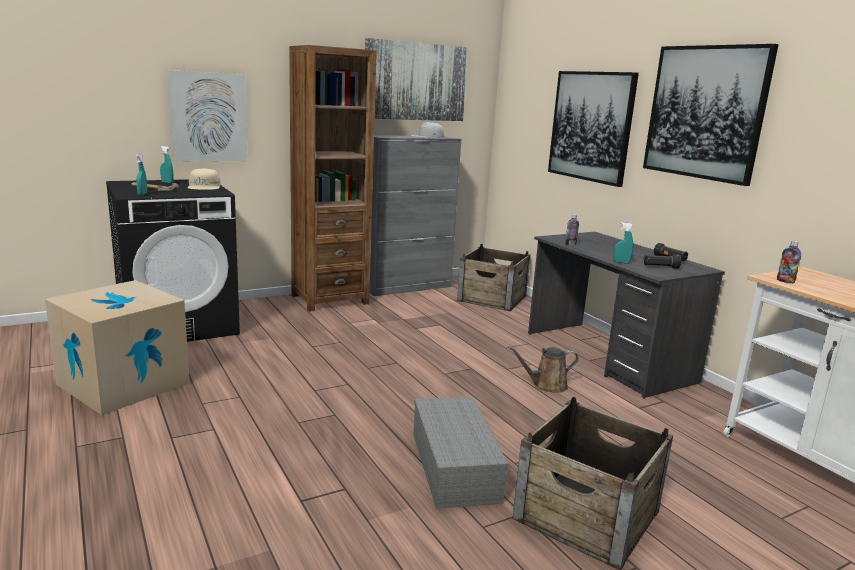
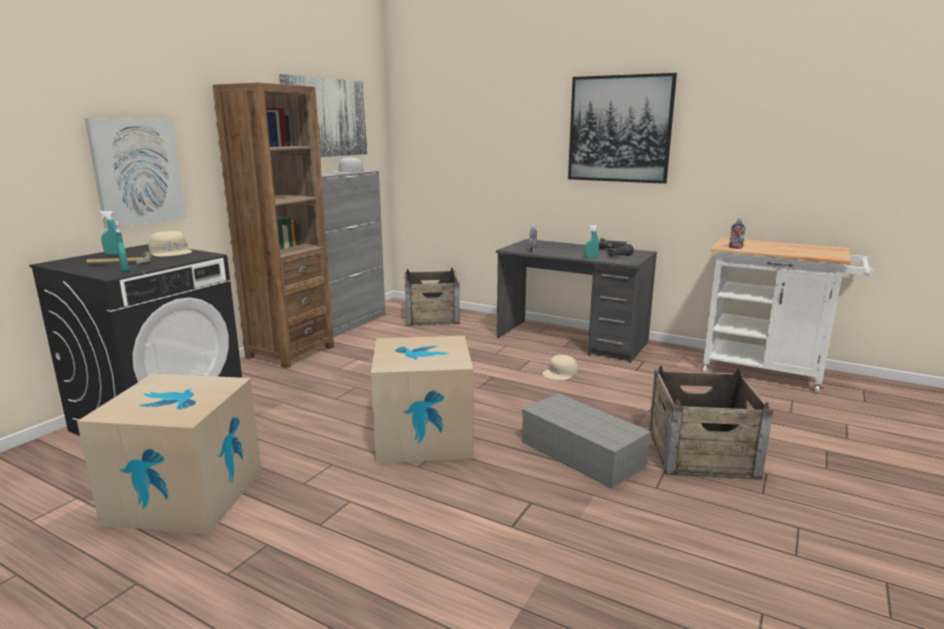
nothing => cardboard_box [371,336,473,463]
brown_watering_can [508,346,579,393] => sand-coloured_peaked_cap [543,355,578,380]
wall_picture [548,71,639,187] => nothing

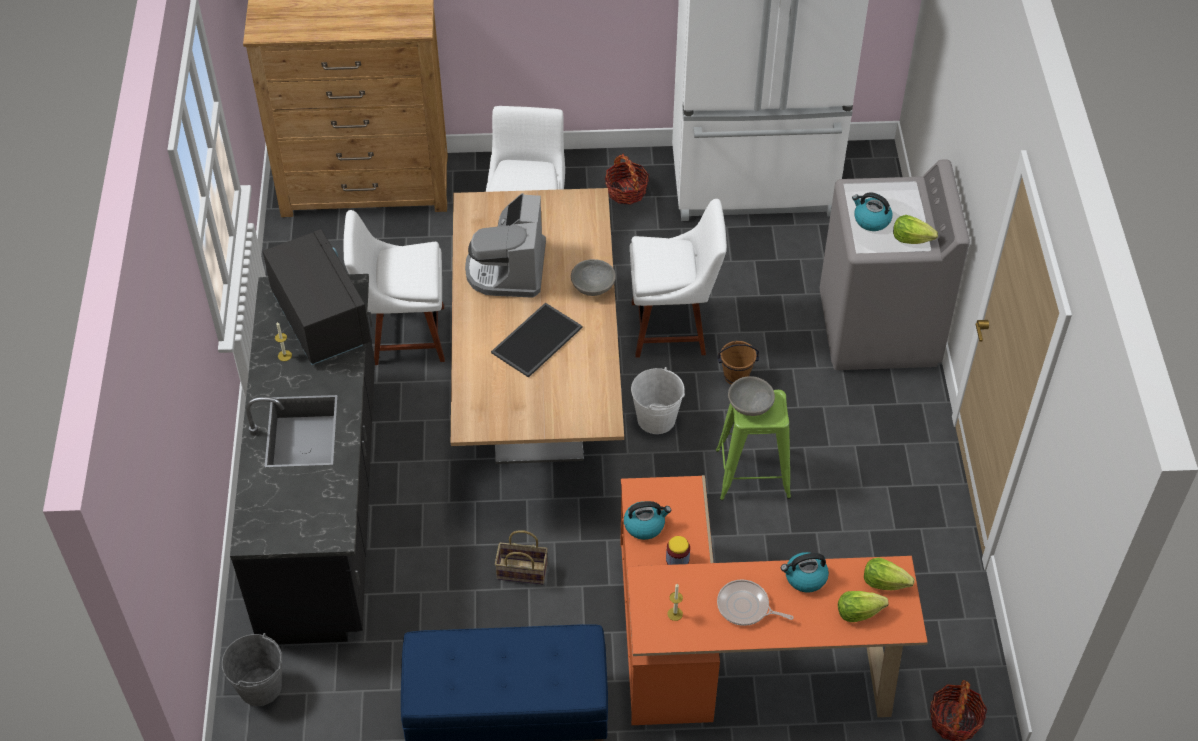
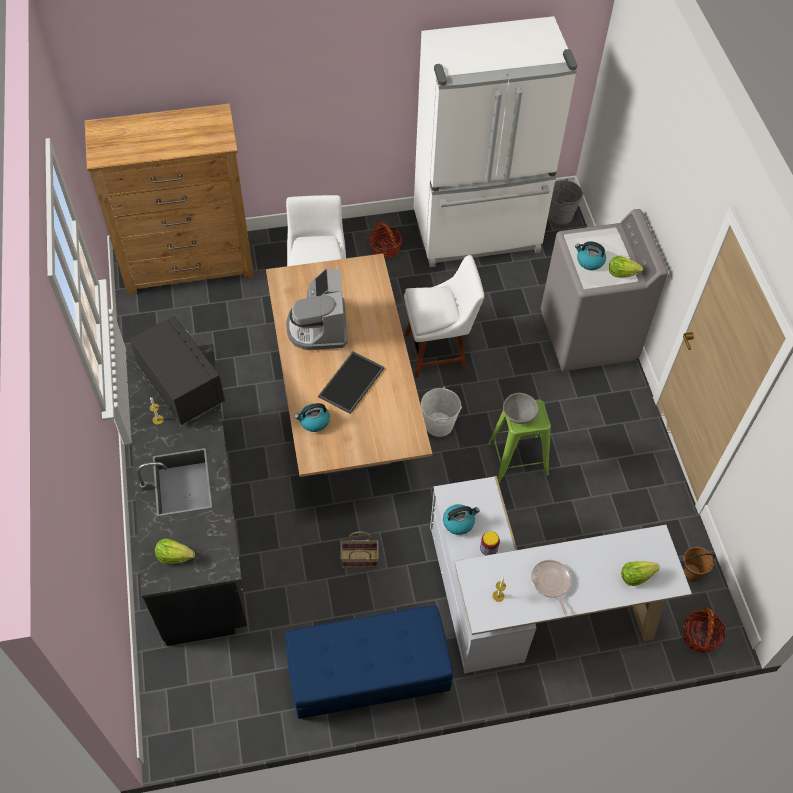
head_of_lettuce [864,557,914,590] => head_of_lettuce [155,538,195,564], relocated
tea_kettle [781,552,829,593] => tea_kettle [294,403,330,432], relocated
orange_desk [620,475,928,725] => white-coloured_desk [430,476,692,673]
skillet [717,579,794,626] => skillet [531,560,571,615], 60 degrees clockwise
gray_bucket [222,633,282,706] => gray_bucket [548,179,584,225], relocated
brown_bucket [718,341,759,385] => brown_bucket [680,547,715,582], relocated
white-coloured_chair [344,210,445,365] => nothing
gray_serving_bowl [571,259,616,296] => nothing

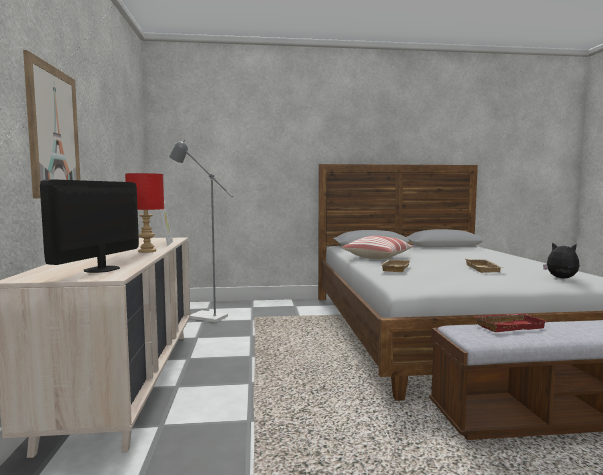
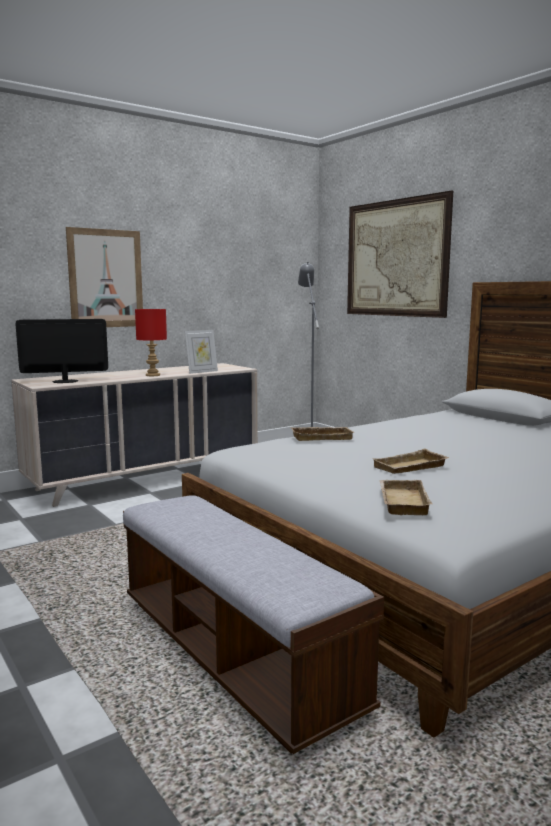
nothing => wall_picture [347,190,453,318]
soft_toy [543,242,579,278] => sand-coloured_carrying_tray [379,480,433,515]
cushion [342,236,414,259] => nothing
red_carrying_tray [474,313,546,332] => nothing

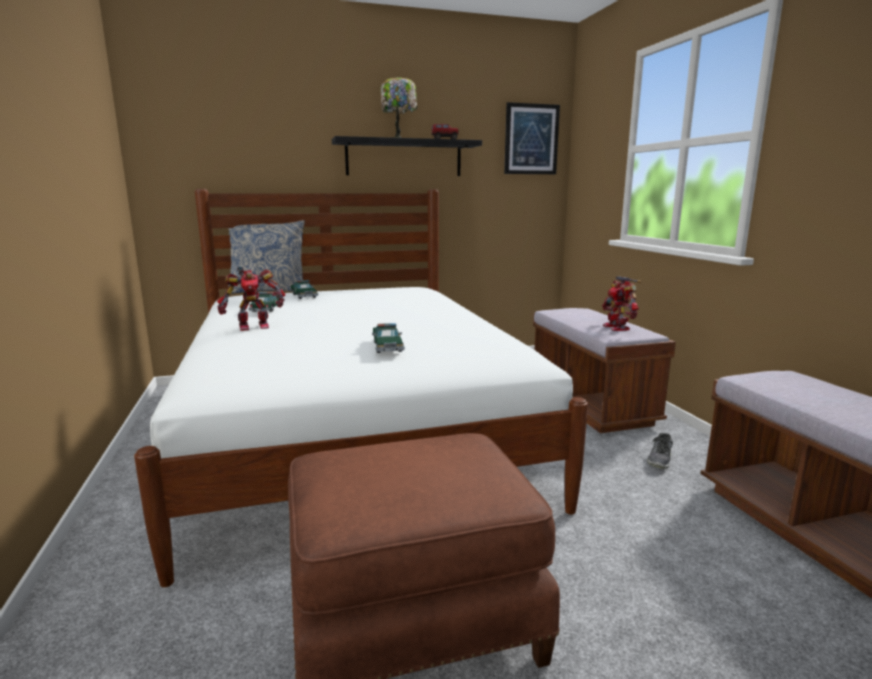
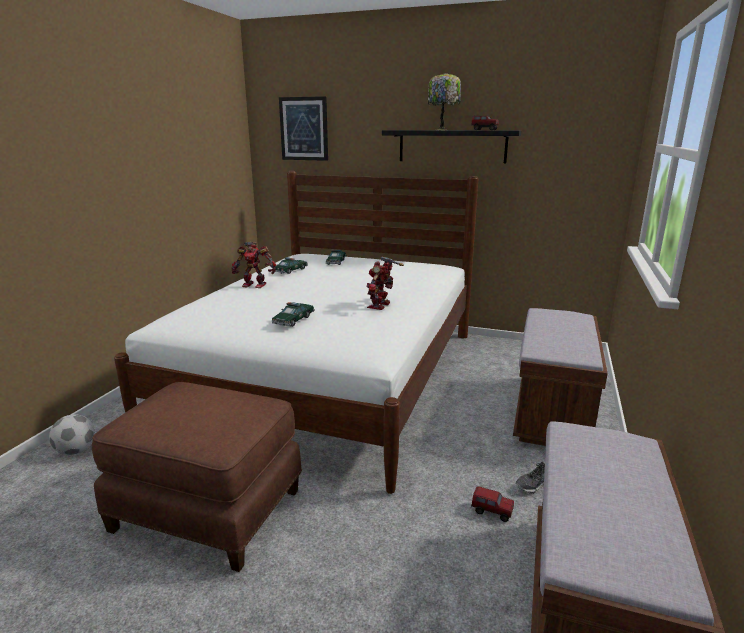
nothing => football_ball [49,414,95,455]
wall_picture [504,102,560,174] => wall_picture [279,96,328,161], relocated
toy_robot [602,276,642,331] => toy_robot [367,256,404,310], relocated
nothing => model_truck [471,486,514,522]
cushion [228,220,305,294] => nothing

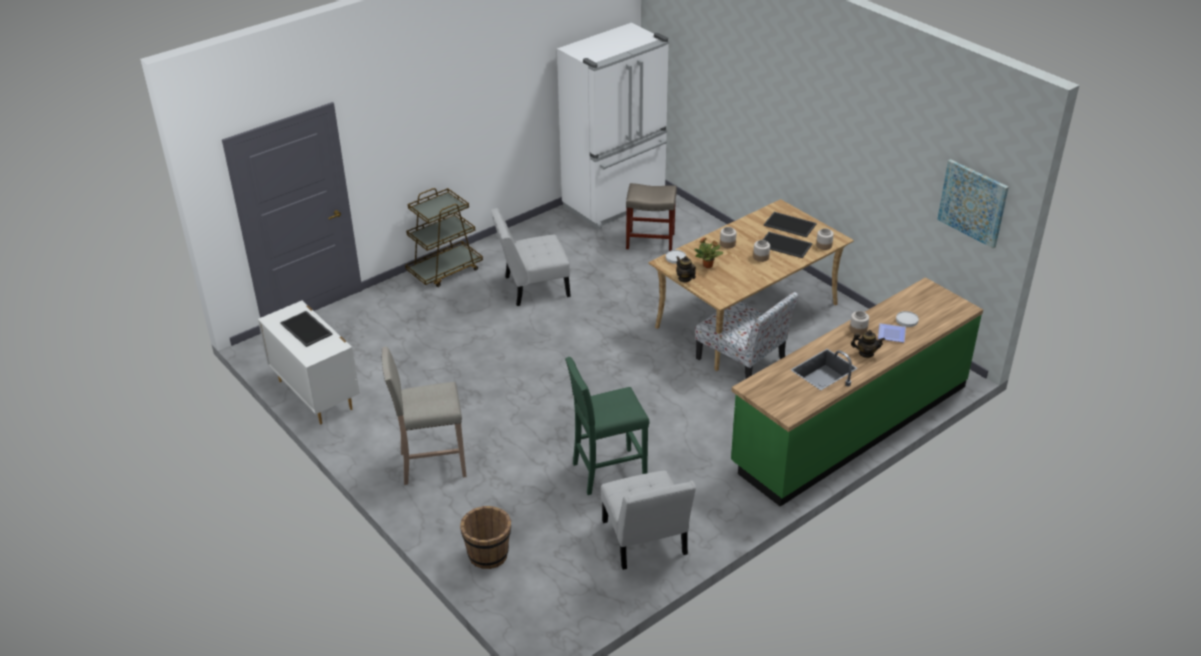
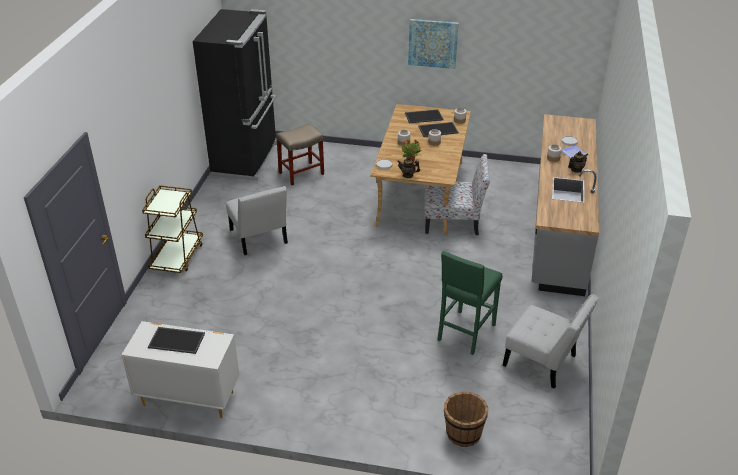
white-coloured_fridge [557,23,669,230] => black-coloured_fridge [193,9,277,181]
white-coloured_chair [491,208,571,306] => white-coloured_chair [226,186,288,255], 60 degrees counterclockwise
wall_picture [937,159,1009,248] => wall_picture [408,19,458,69], relocated
green-coloured_kitchen_base_unit [731,277,983,507] => gray_kitchen_base_unit [531,114,599,296]
sand-coloured_sitting_stool [382,346,467,485] => nothing

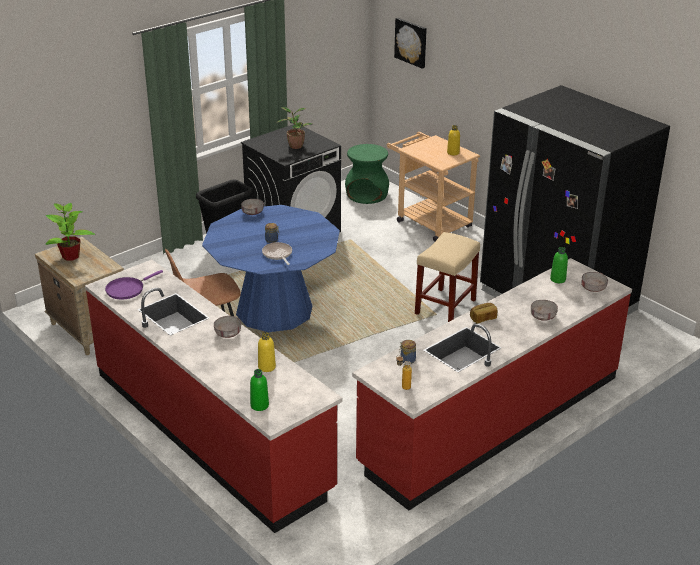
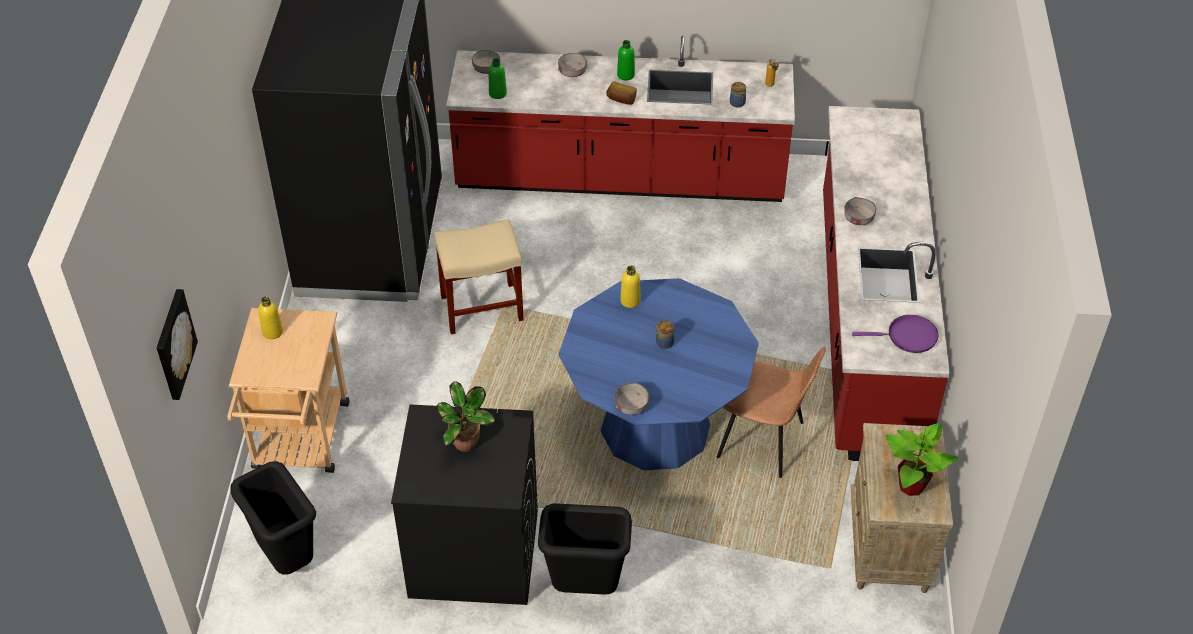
green-coloured_sitting_stool [345,144,389,204] => black-coloured_waste_bin [230,461,316,575]
green-coloured_drink_bottle [250,369,269,411] => green-coloured_drink_bottle [617,40,635,80], relocated
yellow-coloured_drink_bottle [258,332,276,372] => yellow-coloured_drink_bottle [620,266,640,308], relocated
skillet [262,242,292,265] => nothing

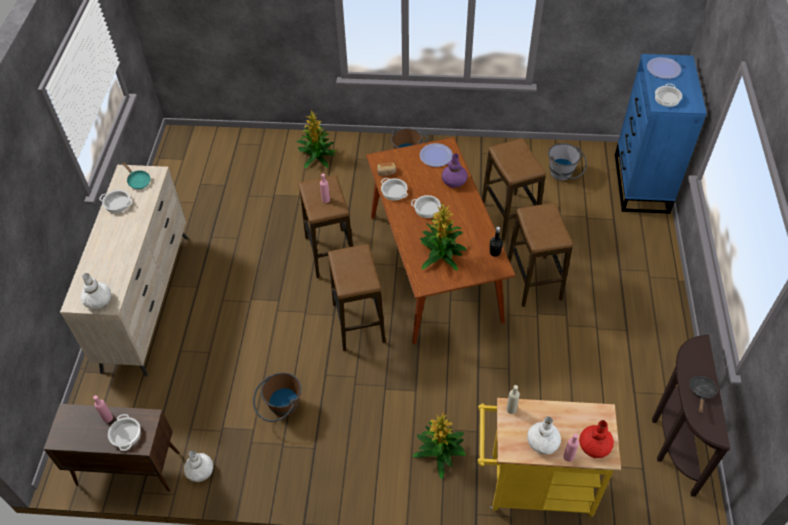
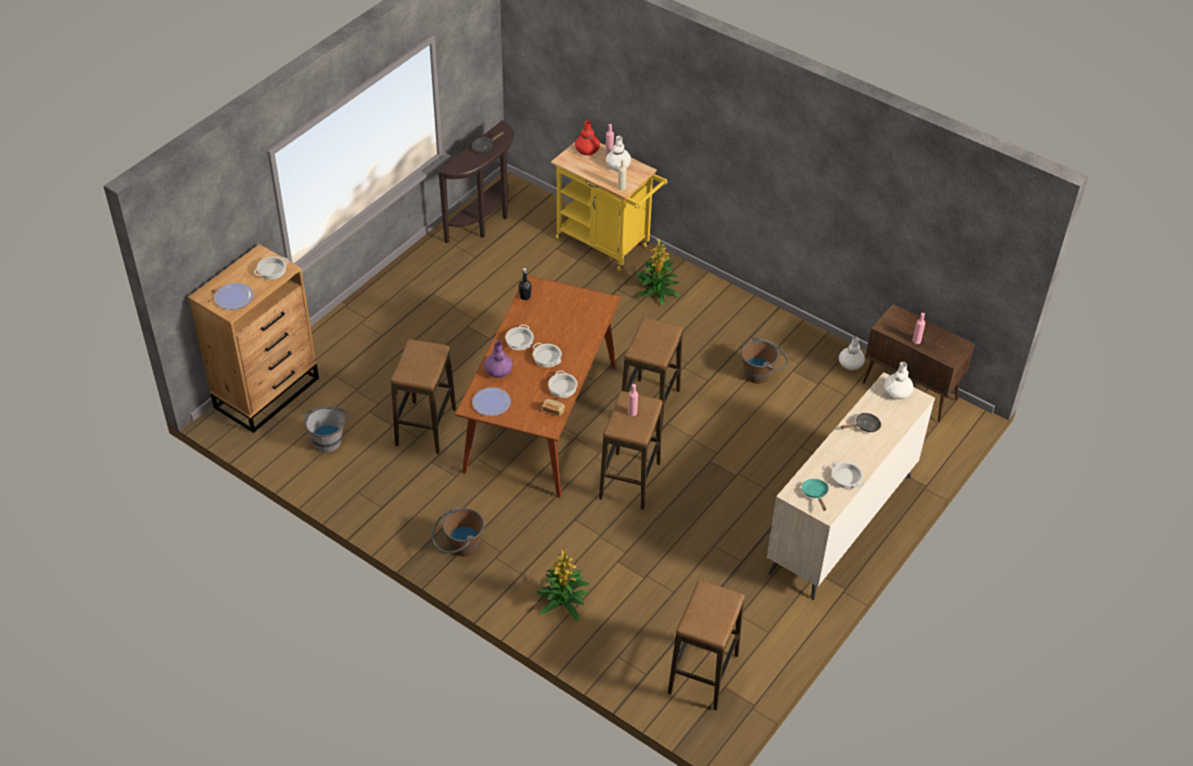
bluish_dresser [615,54,707,214] => brown_dresser [188,244,319,433]
stockpot [108,414,141,451] => stockpot [505,324,534,350], relocated
sitting_stool [508,203,573,307] => sitting_stool [668,580,745,710], relocated
nothing => black-coloured_skillet [841,413,881,432]
potted_plant [420,203,467,271] => nothing

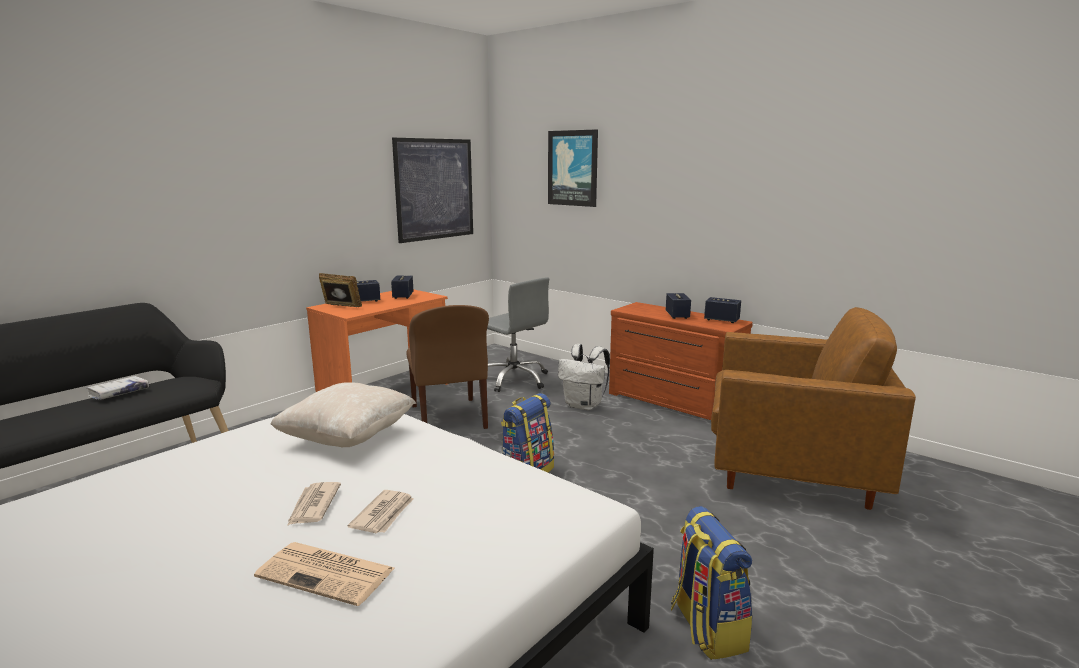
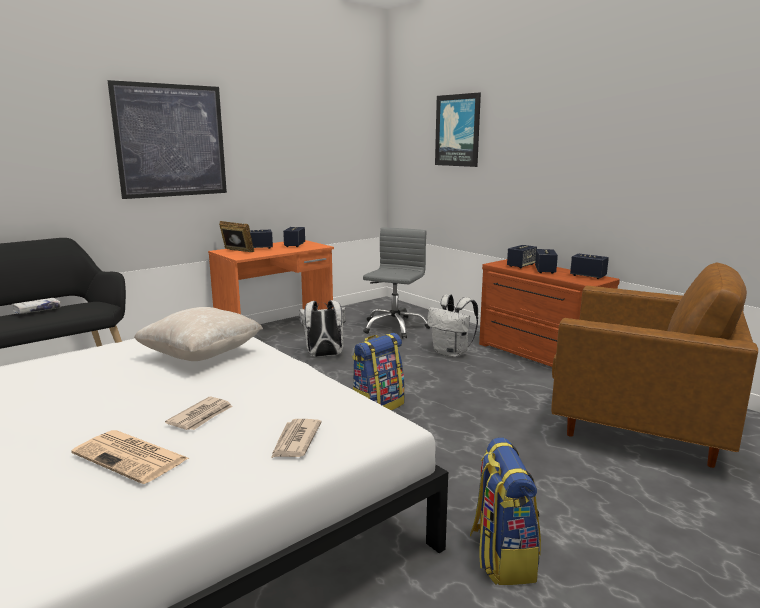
wall_picture [392,138,473,243] => wall_picture [107,80,227,199], relocated
printed_paper [287,482,341,526] => printed_paper [271,419,322,458], relocated
brown_chair [406,305,489,429] => white-coloured_rucksack [299,300,345,357]
gray_office_chair [487,277,549,392] => gray_office_chair [363,228,430,339], 120 degrees counterclockwise
nothing => speaker [507,245,537,268]

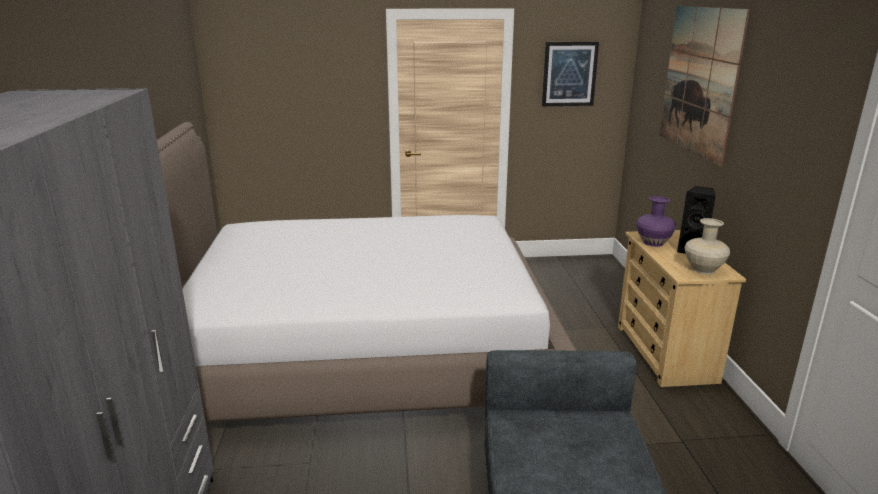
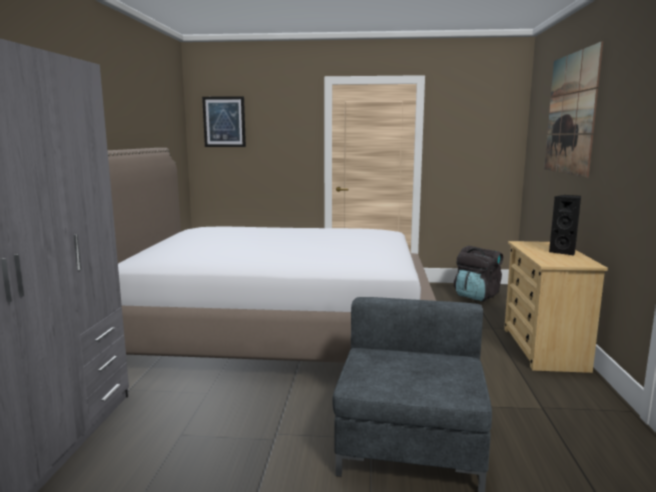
wall_picture [542,41,599,106] => wall_picture [202,96,246,147], relocated
nothing => black-coloured_rucksack [454,246,503,302]
purple-coloured_vase [636,196,676,247] => nothing
sand-coloured_vase [685,218,730,274] => nothing

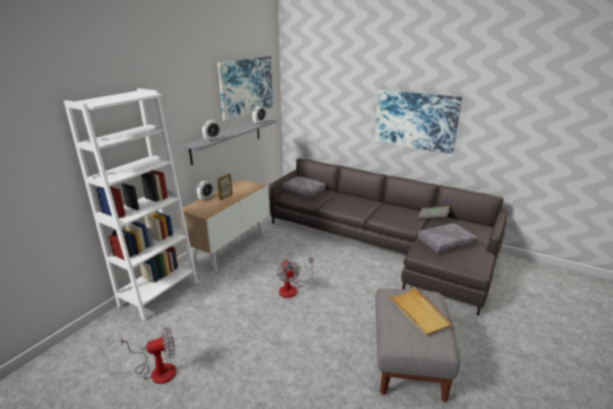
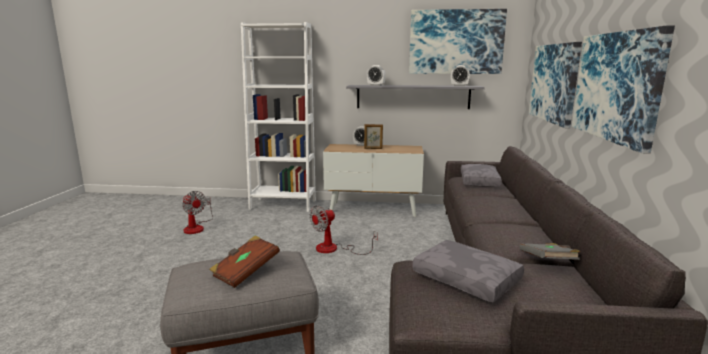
sand-coloured_carrying_tray [387,287,452,337] => brown_bound_book [209,236,280,288]
nothing => wall_picture [529,42,582,128]

